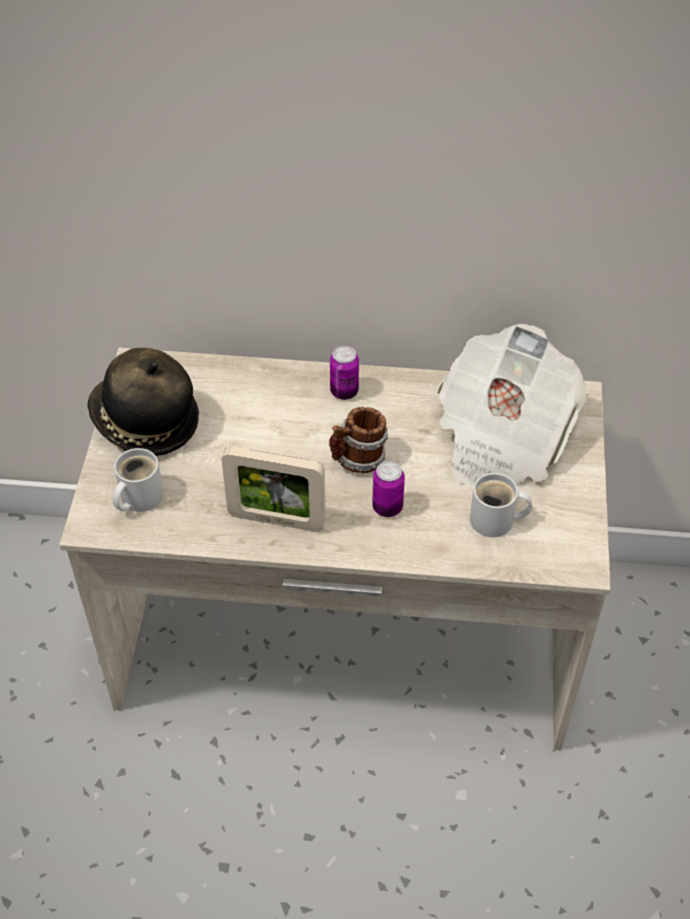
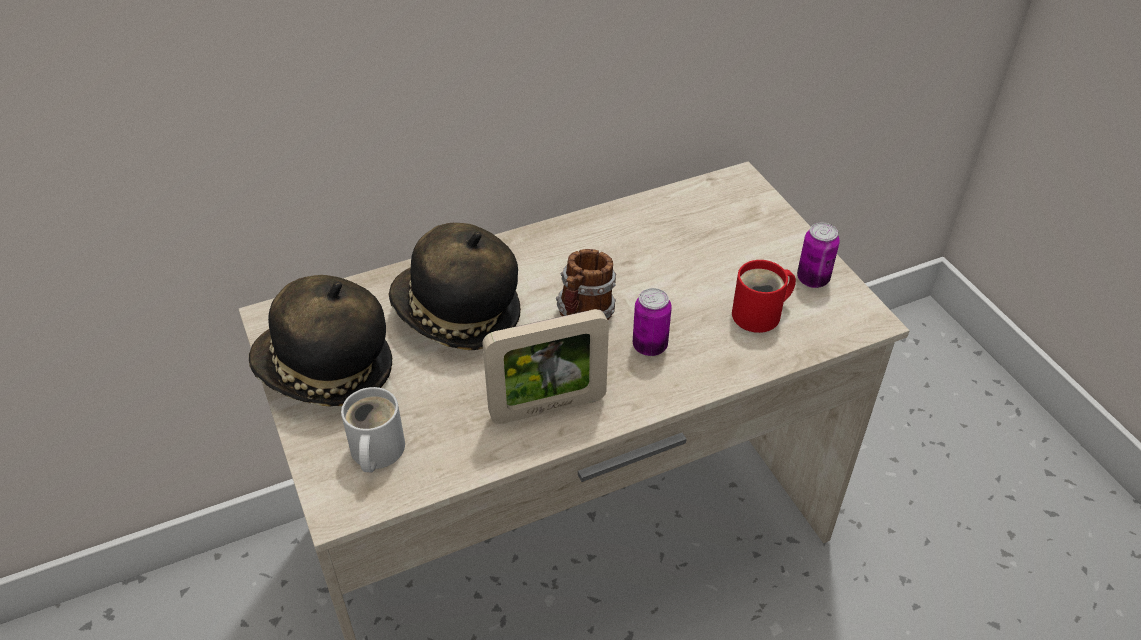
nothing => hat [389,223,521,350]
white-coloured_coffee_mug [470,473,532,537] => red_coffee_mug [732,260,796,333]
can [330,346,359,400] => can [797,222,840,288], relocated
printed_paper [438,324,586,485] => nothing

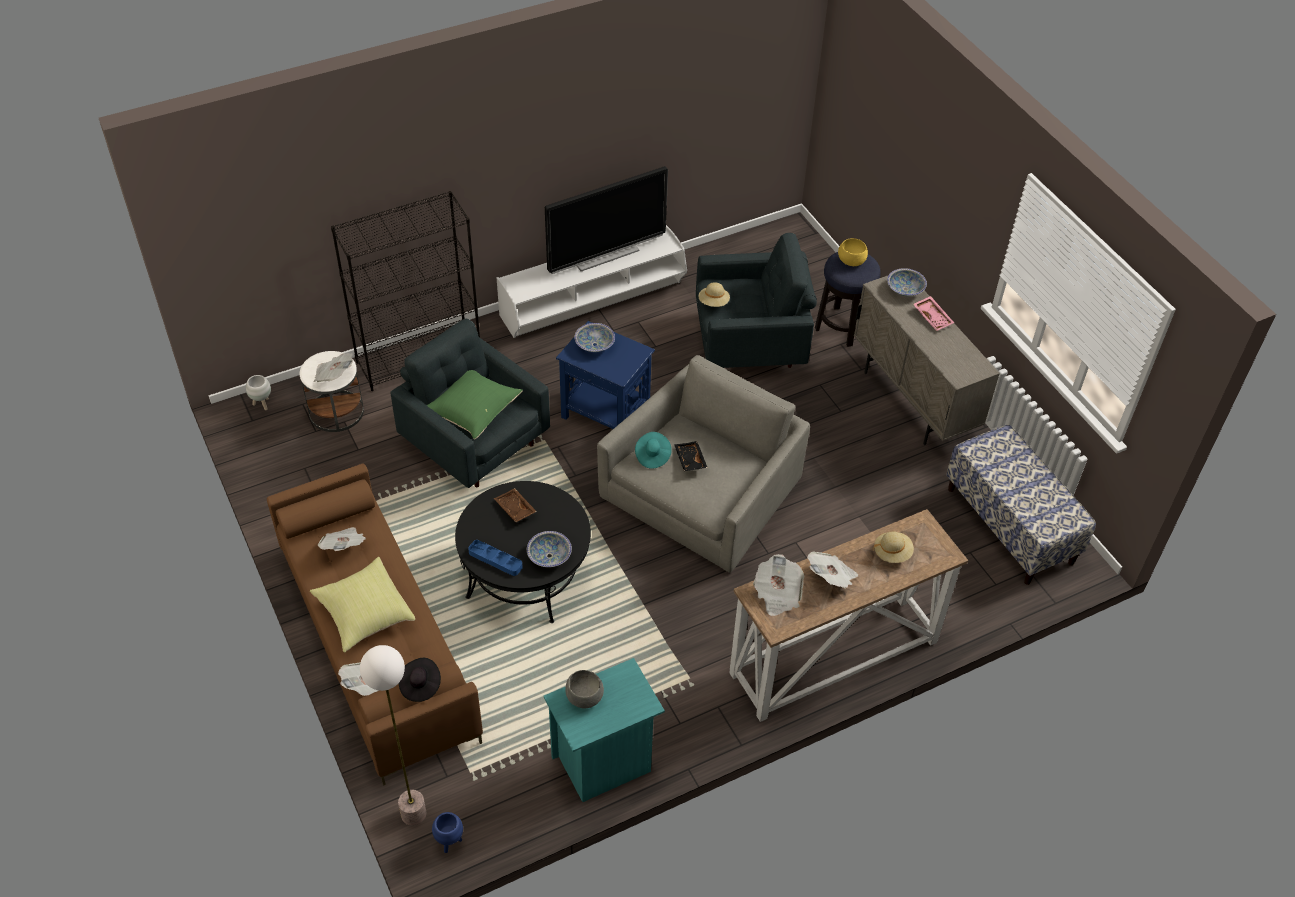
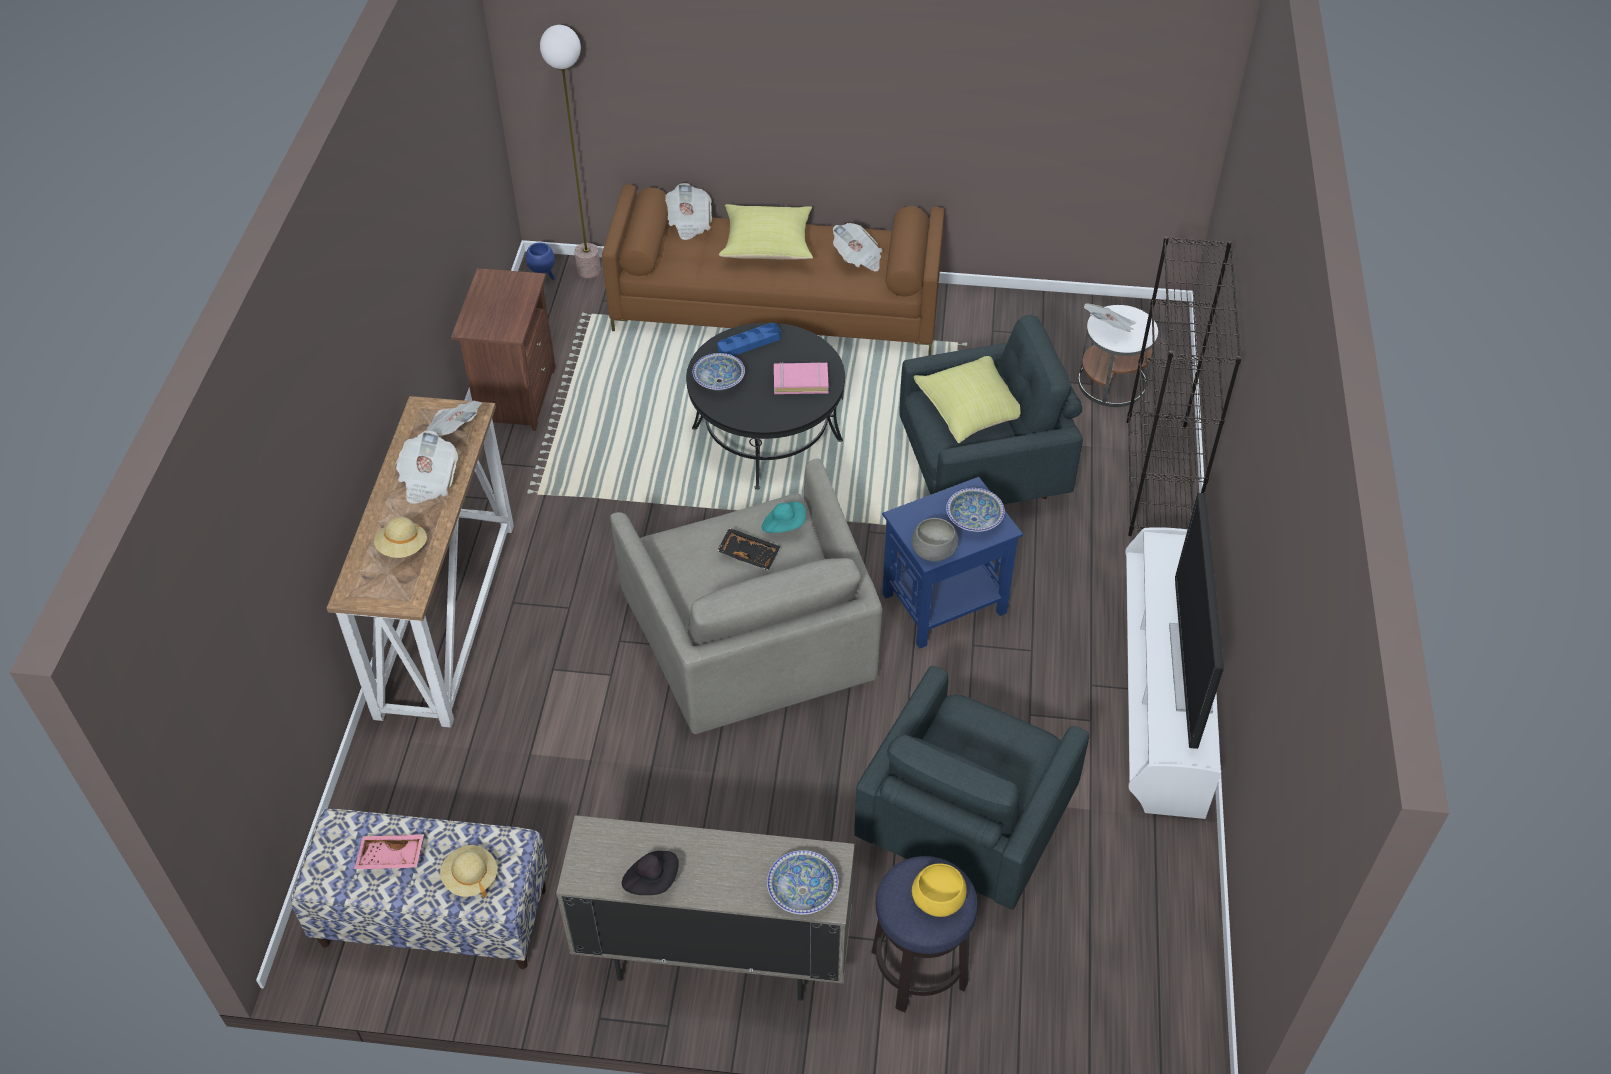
pinkish_carrying_tray [913,296,954,331] => pinkish_carrying_tray [354,834,424,869], relocated
sand-coloured_hat [699,282,730,307] => sand-coloured_hat [440,845,497,898], relocated
turquoise_night_table [544,658,665,802] => brown_night_table [451,268,556,431]
black-coloured_hat [399,658,441,702] => black-coloured_hat [622,851,679,895], relocated
brown_carrying_tray [494,488,537,523] => pinkish_bound_book [774,362,829,394]
gray_serving_bowl [565,670,604,708] => gray_serving_bowl [912,518,958,561], relocated
green-coloured_cushion [427,370,523,439] => yellow-coloured_cushion [914,356,1021,443]
white-coloured_planter [246,375,271,410] => nothing

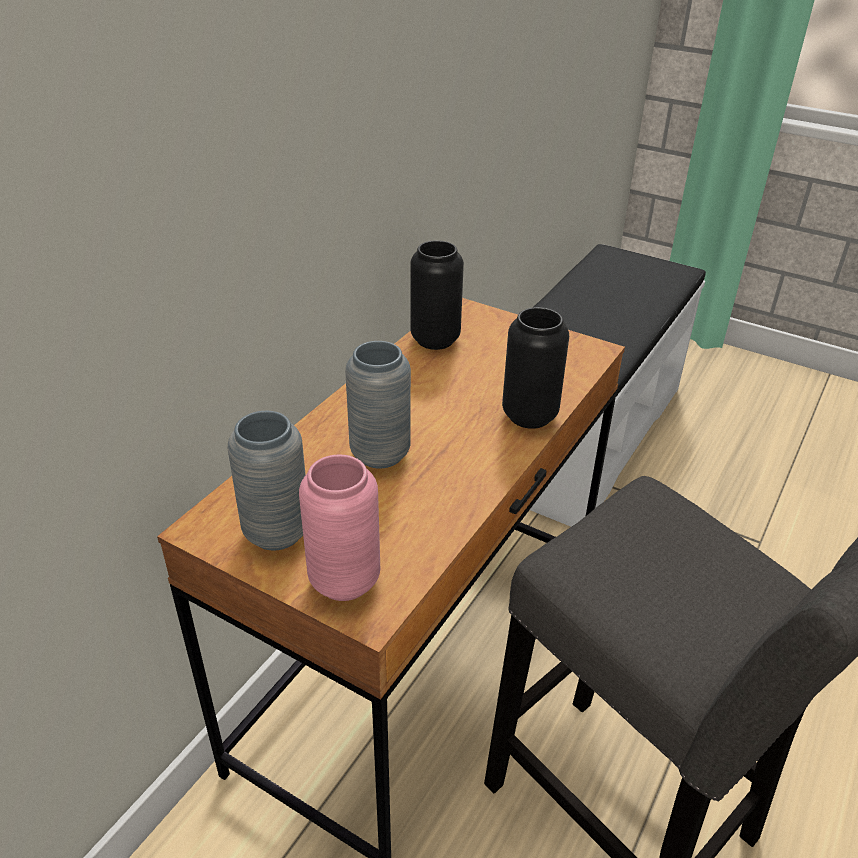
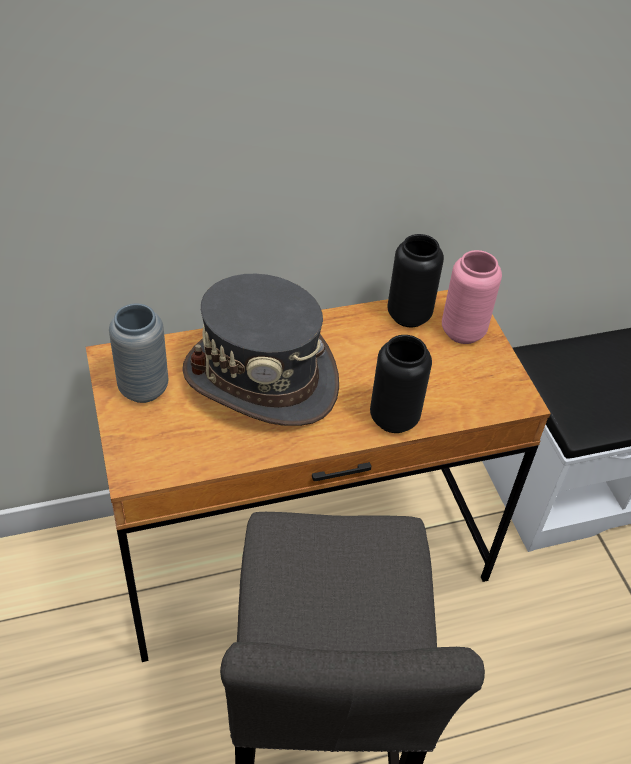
gray_vase [345,341,411,469] => gray_hat [182,274,339,426]
pinkish_vase [299,455,380,601] => pinkish_vase [442,250,502,344], relocated

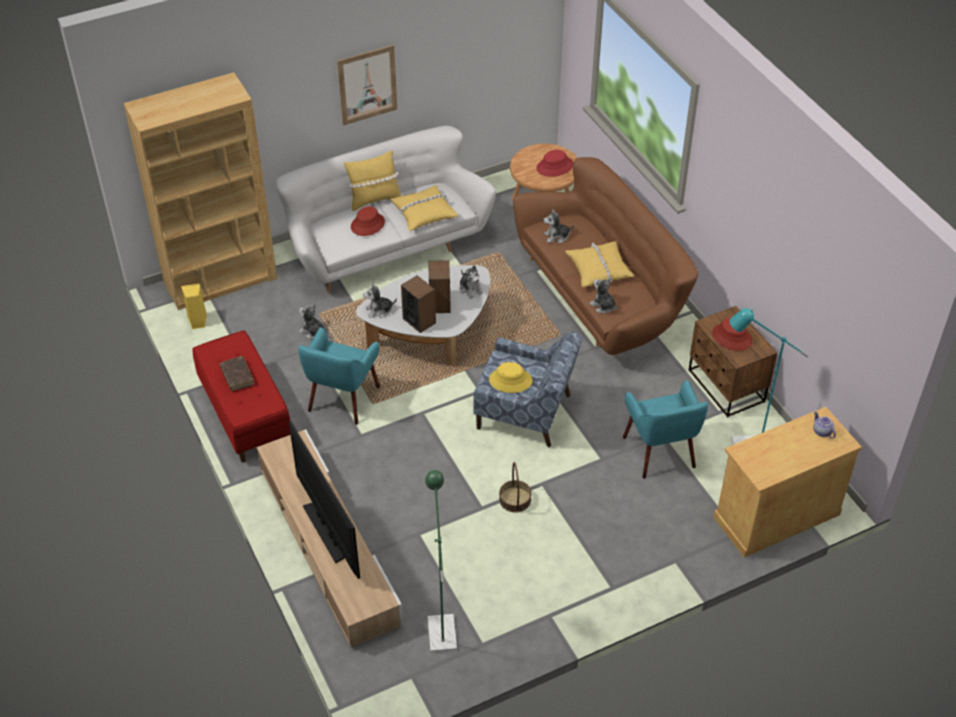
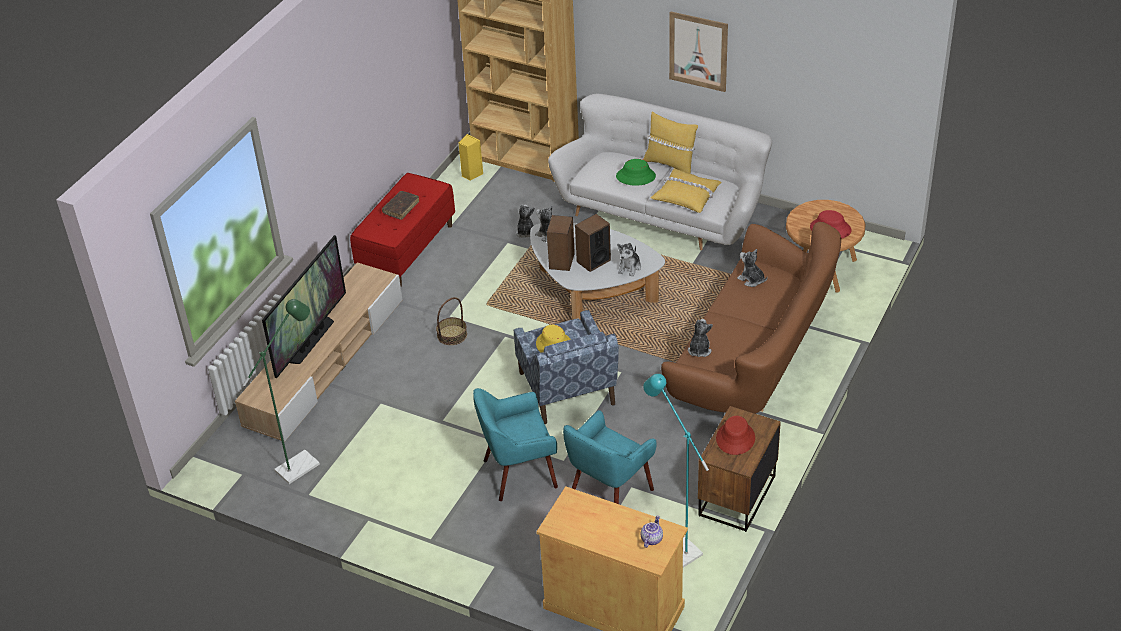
storage_basket [499,462,532,513] => storage_basket [436,297,467,345], relocated
turquoise_armchair [299,327,380,425] => turquoise_armchair [473,388,558,501], relocated
red_hat [351,206,385,236] => green-coloured_hat [616,159,656,186]
yellow-coloured_cushion [565,241,634,288] => nothing

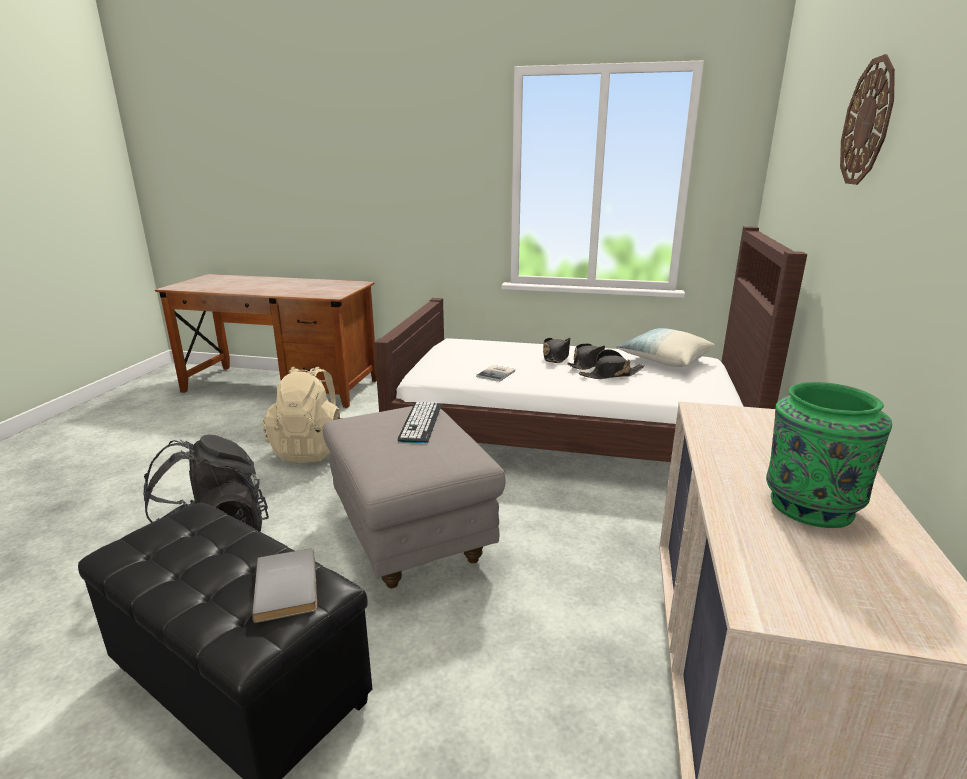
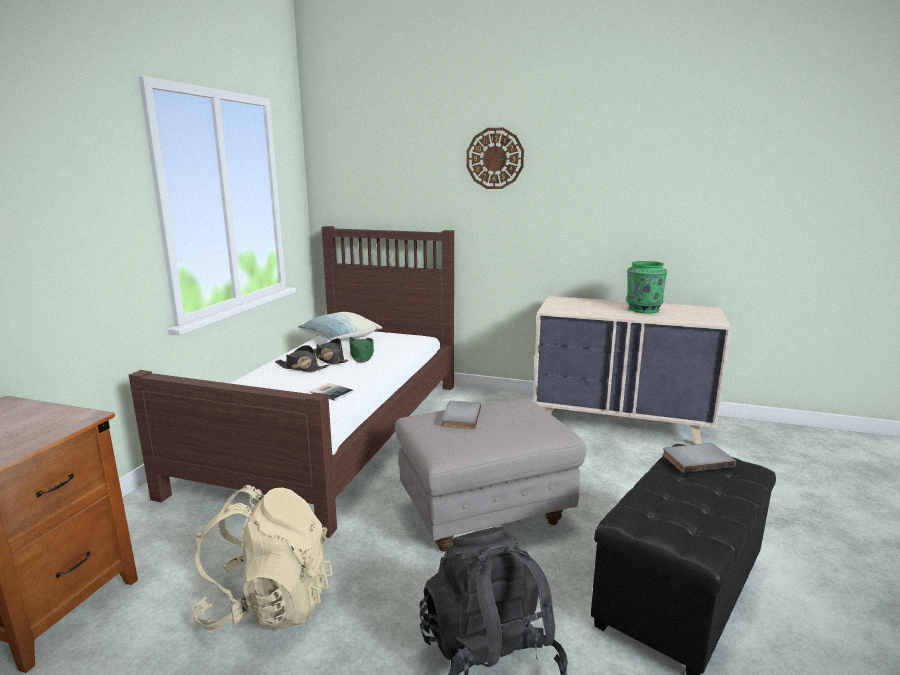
black-coloured_hat [579,349,644,379] => green-coloured_hat [349,337,374,363]
keyboard [398,402,441,443] => gray_bound_book [441,401,481,429]

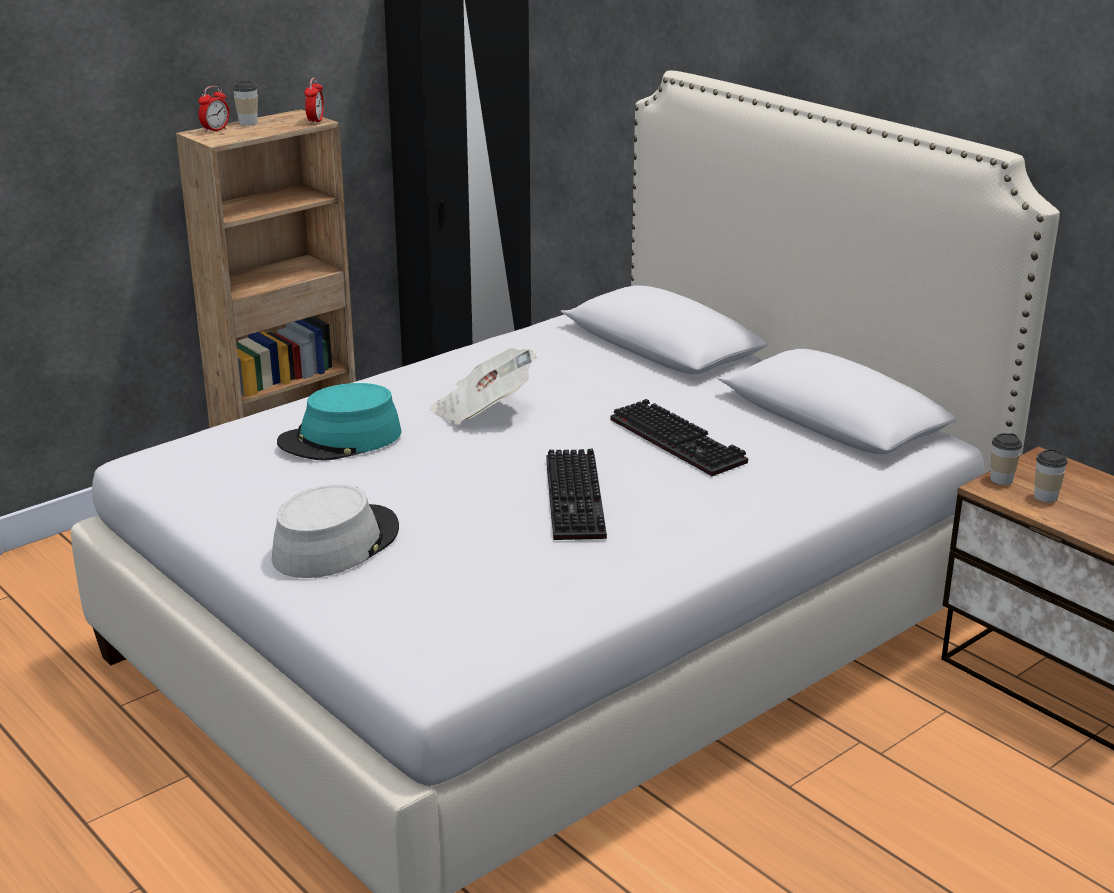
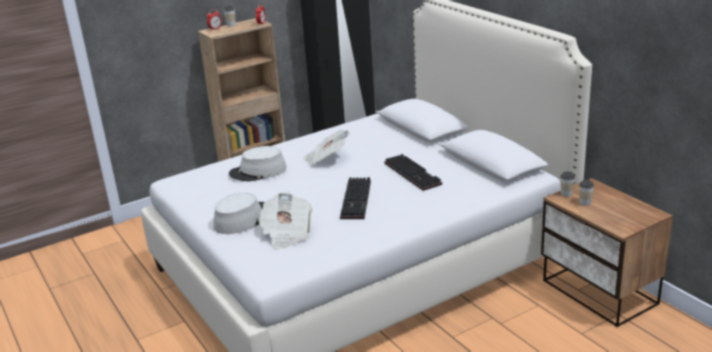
turquoise_hat [277,383,402,461] => gray_hat [229,146,287,182]
nothing => printed_paper [258,192,312,249]

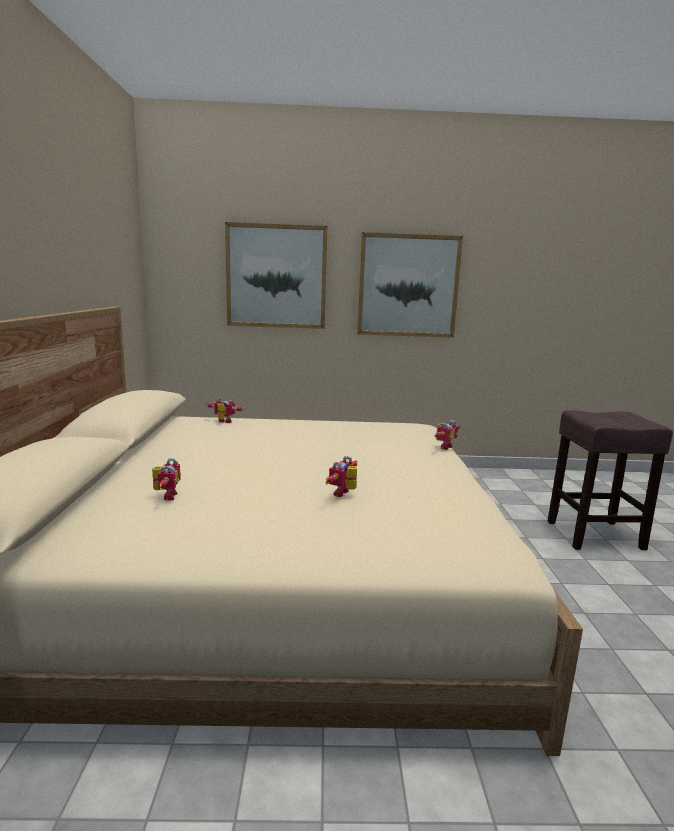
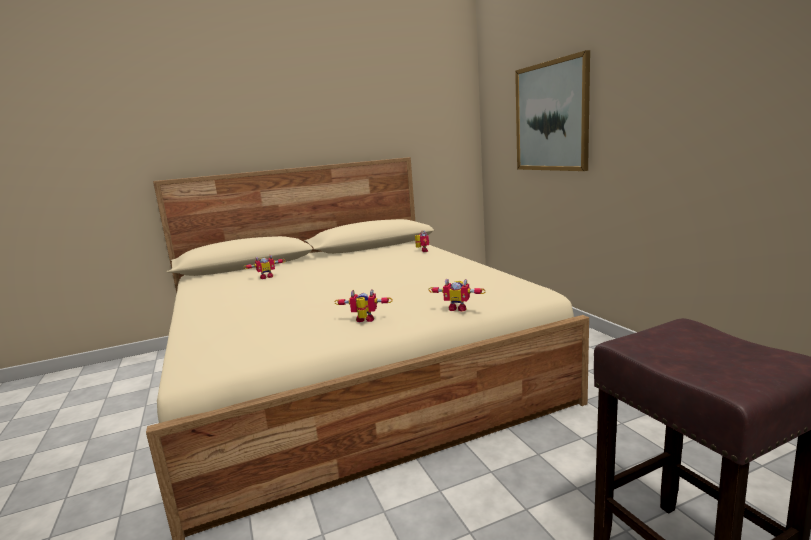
toy_robot [325,456,357,497] => toy_robot [334,289,392,322], relocated
wall_picture [357,232,463,338] => nothing

